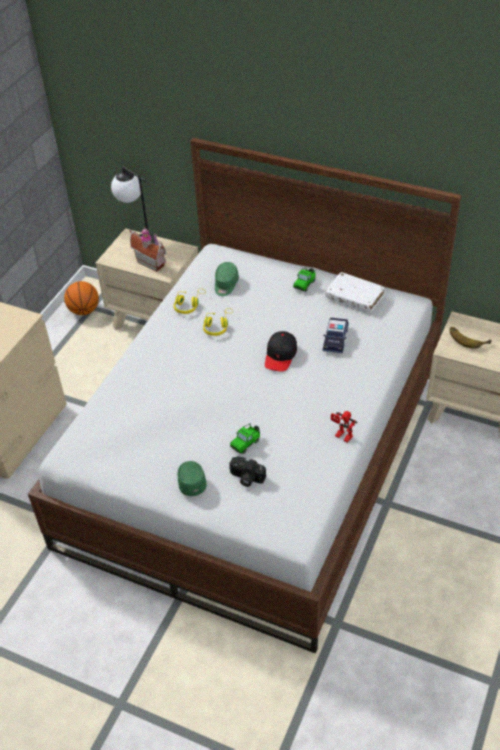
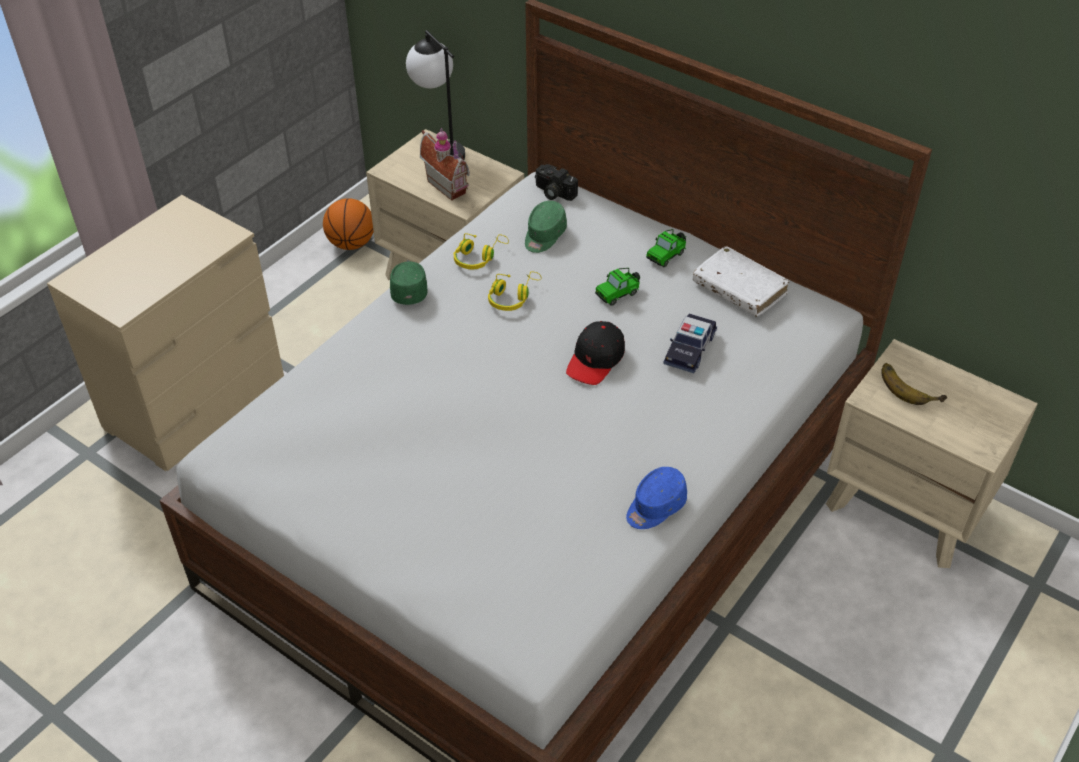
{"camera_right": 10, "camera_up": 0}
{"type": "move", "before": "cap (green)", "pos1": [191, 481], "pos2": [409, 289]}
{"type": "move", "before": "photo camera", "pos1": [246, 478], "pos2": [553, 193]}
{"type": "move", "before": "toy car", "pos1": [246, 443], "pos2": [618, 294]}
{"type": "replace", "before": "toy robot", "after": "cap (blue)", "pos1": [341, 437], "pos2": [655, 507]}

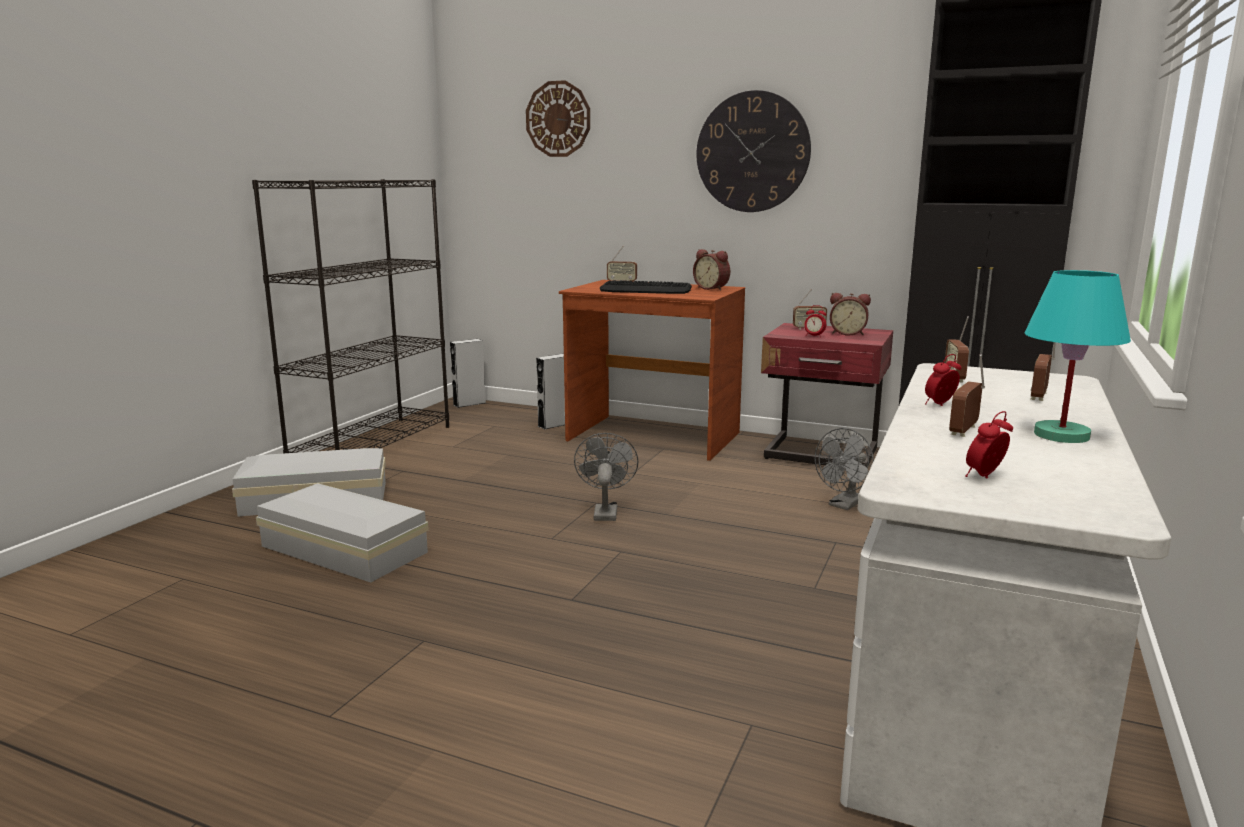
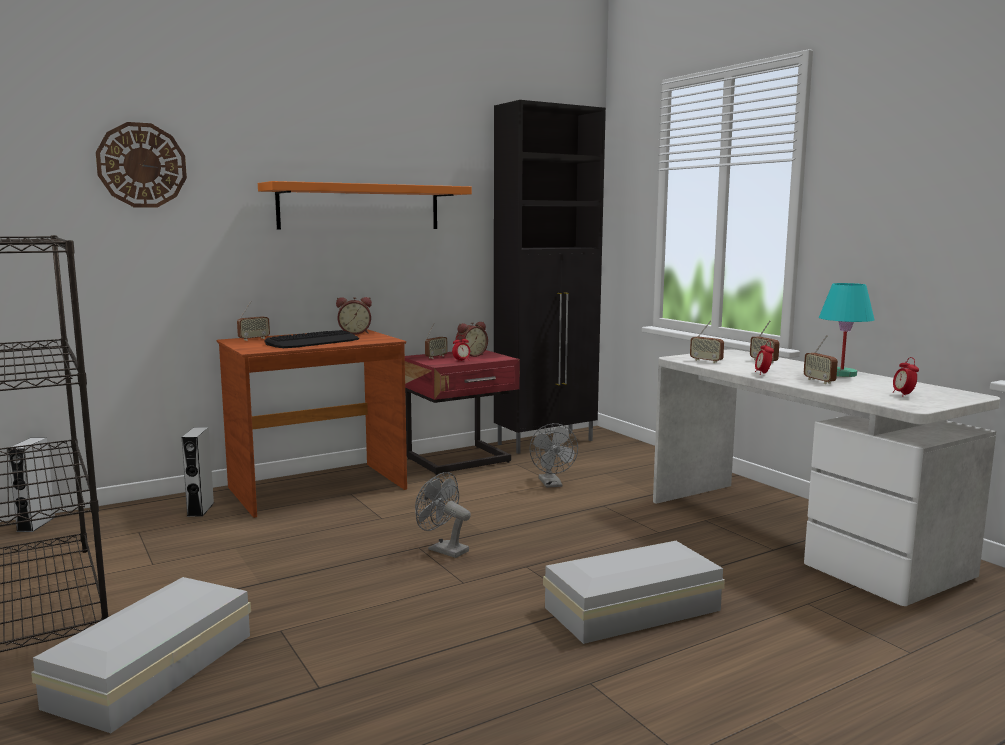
{"camera_right": -55, "camera_up": -5}
{"type": "replace", "before": "wall clock", "after": "shelf (orange)", "pos1": [752, 152], "pos2": [360, 207]}
{"type": "move", "before": "storage box (white)", "pos1": [344, 550], "pos2": [636, 609]}

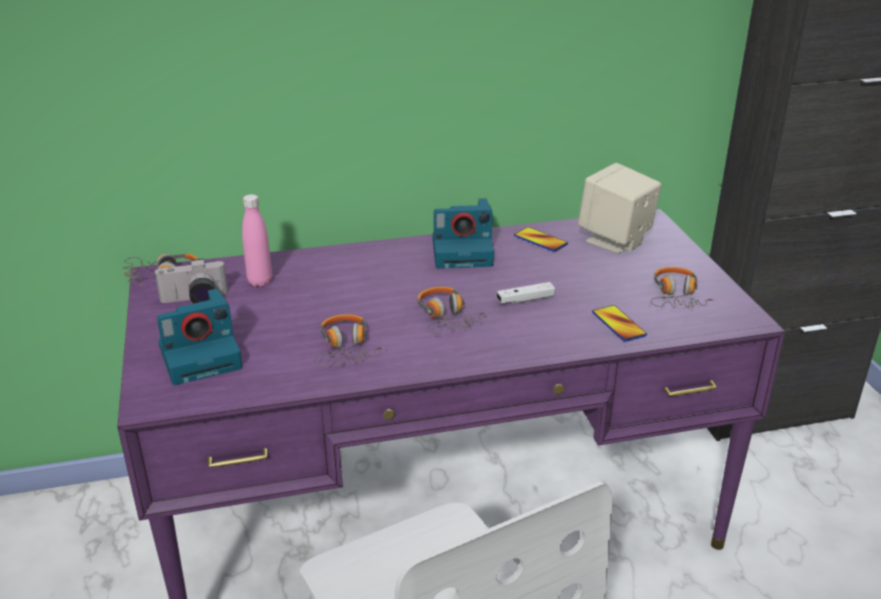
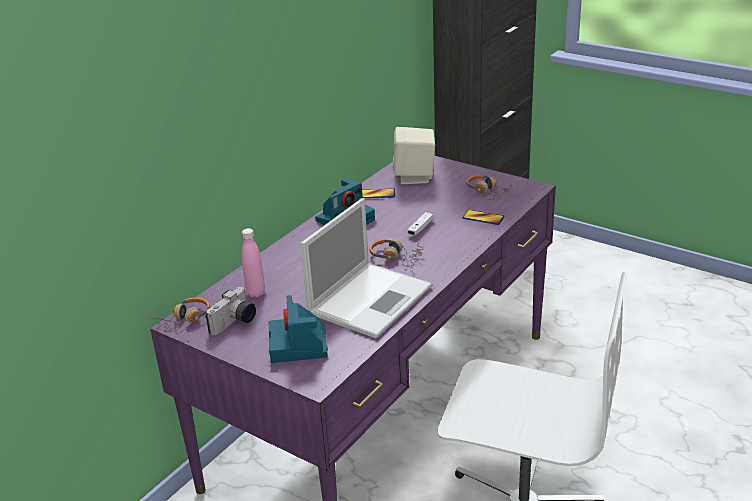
{"camera_right": -40, "camera_up": 0}
{"type": "rotate", "before": "photo camera", "pos1": [202, 356], "pos2": [299, 346], "turn": 150}
{"type": "replace", "before": "headphones", "after": "laptop", "pos1": [346, 348], "pos2": [371, 298]}

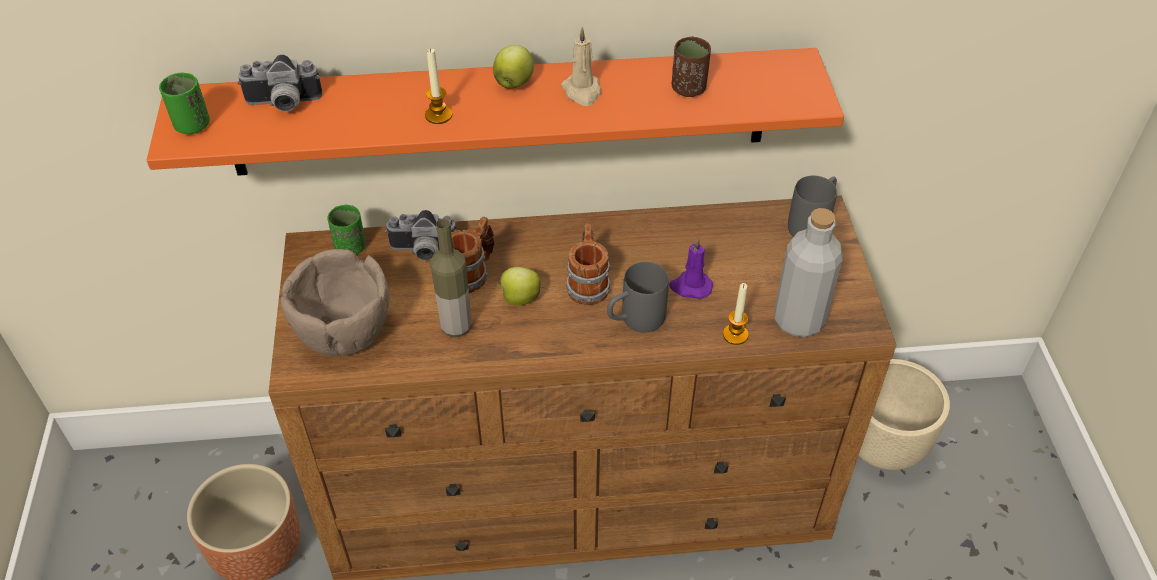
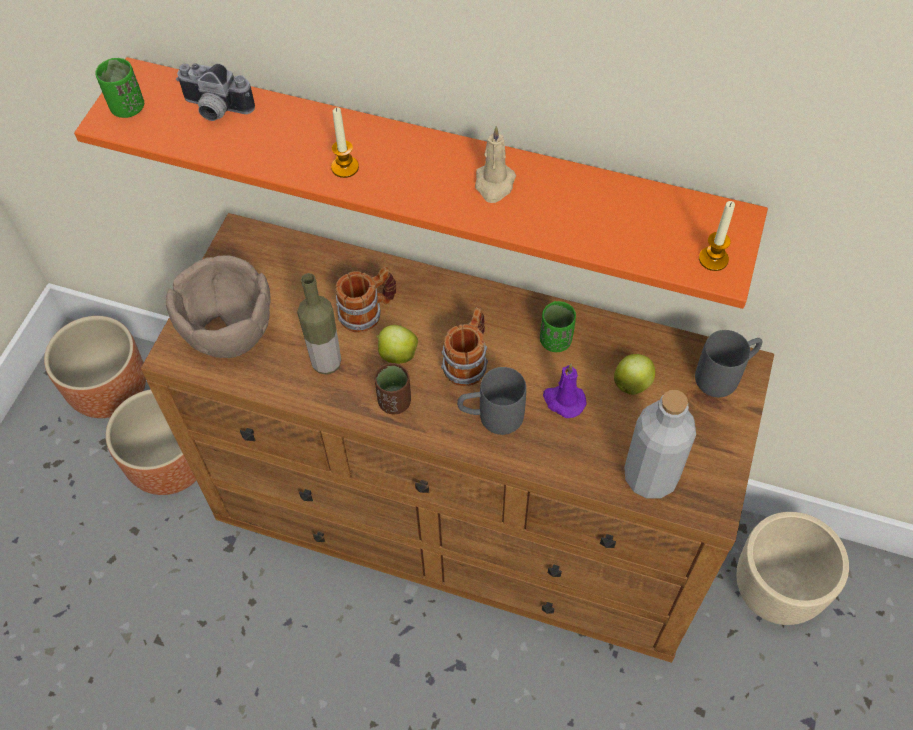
{"camera_right": 25, "camera_up": 10}
{"type": "insert", "after": "planter (brown)", "pos2": [110, 391]}
{"type": "move", "before": "cup (brown)", "pos1": [688, 89], "pos2": [394, 402]}
{"type": "move", "before": "cup (green)", "pos1": [350, 248], "pos2": [555, 341]}
{"type": "move", "before": "apple", "pos1": [514, 83], "pos2": [632, 383]}
{"type": "move", "before": "candle", "pos1": [735, 335], "pos2": [713, 259]}
{"type": "delete", "before": "photo camera", "pos1": [423, 251]}

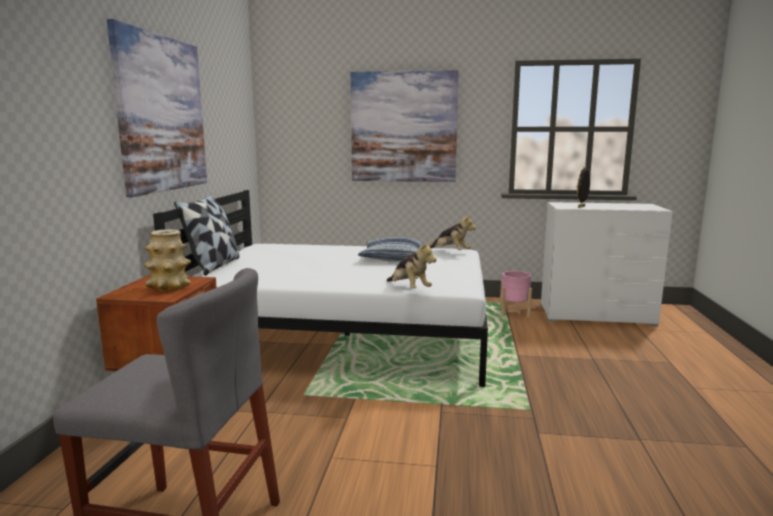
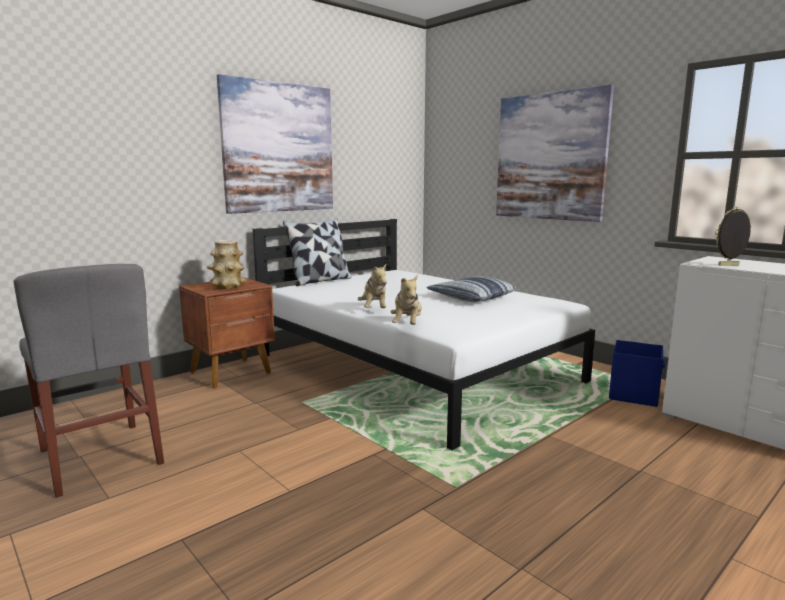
{"camera_right": 40, "camera_up": 0}
{"type": "move", "before": "plush toy", "pos1": [451, 252], "pos2": [374, 309]}
{"type": "replace", "before": "planter (pink)", "after": "storage box (blue)", "pos1": [514, 312], "pos2": [634, 394]}

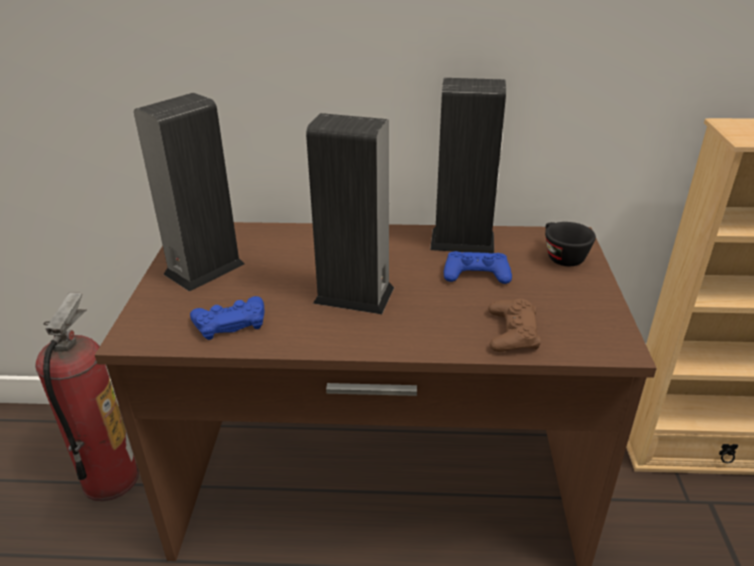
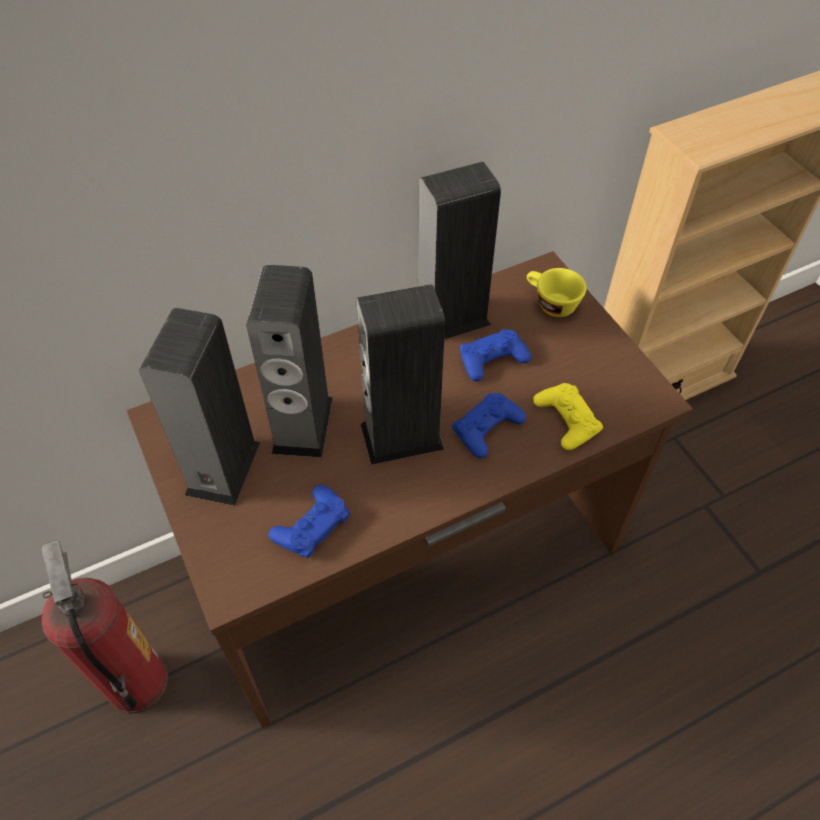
{"camera_right": -30, "camera_up": 20}
{"type": "insert", "after": "speaker", "pos2": [302, 425]}
{"type": "insert", "after": "game controller (blue)", "pos2": [487, 428]}
{"type": "recolor", "before": "cup (black)", "after": "cup (yellow)", "pos1": [561, 256], "pos2": [550, 303]}
{"type": "recolor", "before": "game controller (brown)", "after": "game controller (yellow)", "pos1": [512, 332], "pos2": [567, 420]}

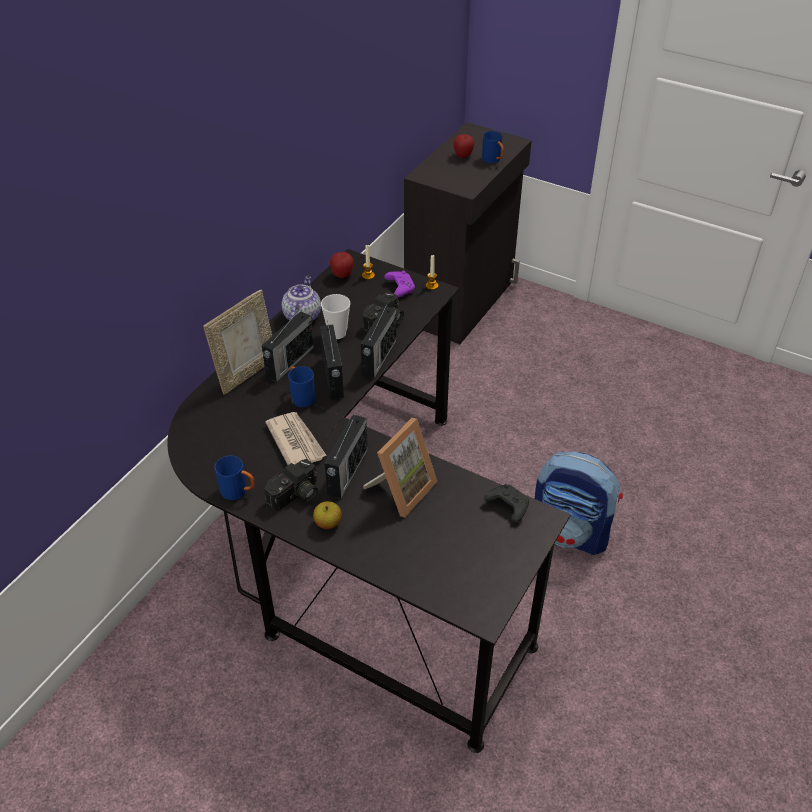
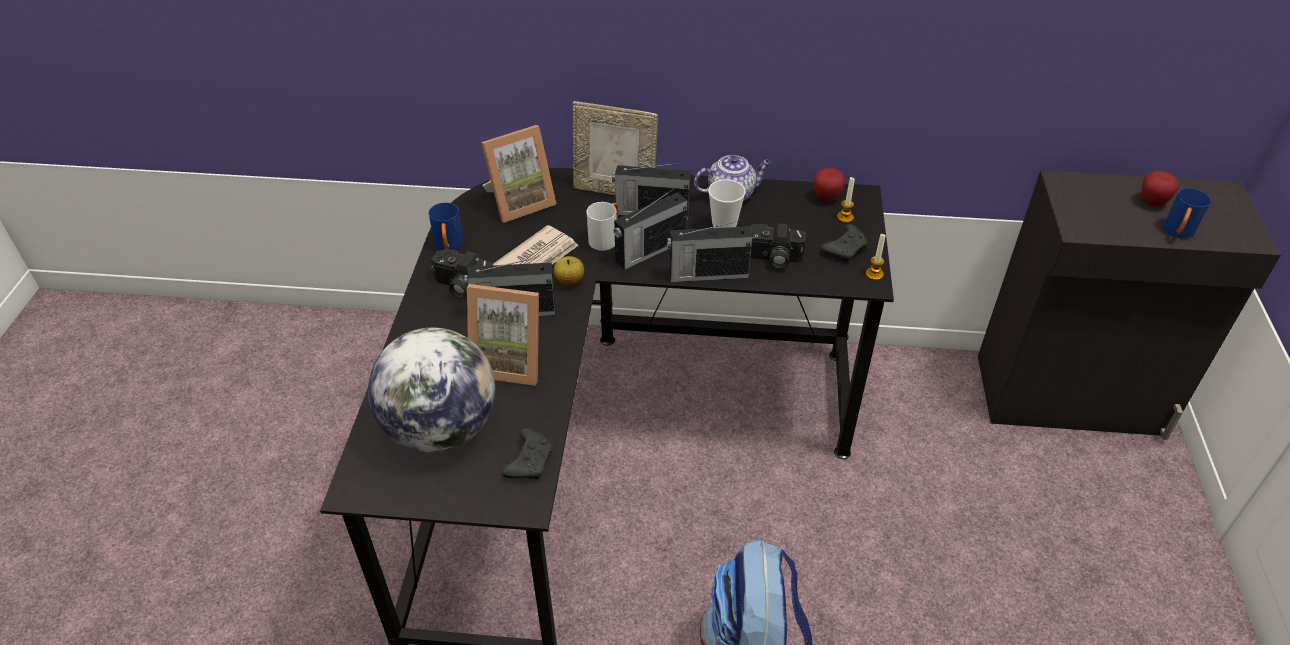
{"camera_right": 65, "camera_up": 0}
{"type": "insert", "after": "globe", "pos2": [441, 429]}
{"type": "insert", "after": "picture frame", "pos2": [519, 202]}
{"type": "move", "before": "apple", "pos1": [328, 523], "pos2": [569, 281]}
{"type": "recolor", "before": "mug (blue)", "after": "mug (white)", "pos1": [301, 396], "pos2": [606, 238]}
{"type": "recolor", "before": "game controller (purple)", "after": "game controller (black)", "pos1": [399, 288], "pos2": [845, 249]}

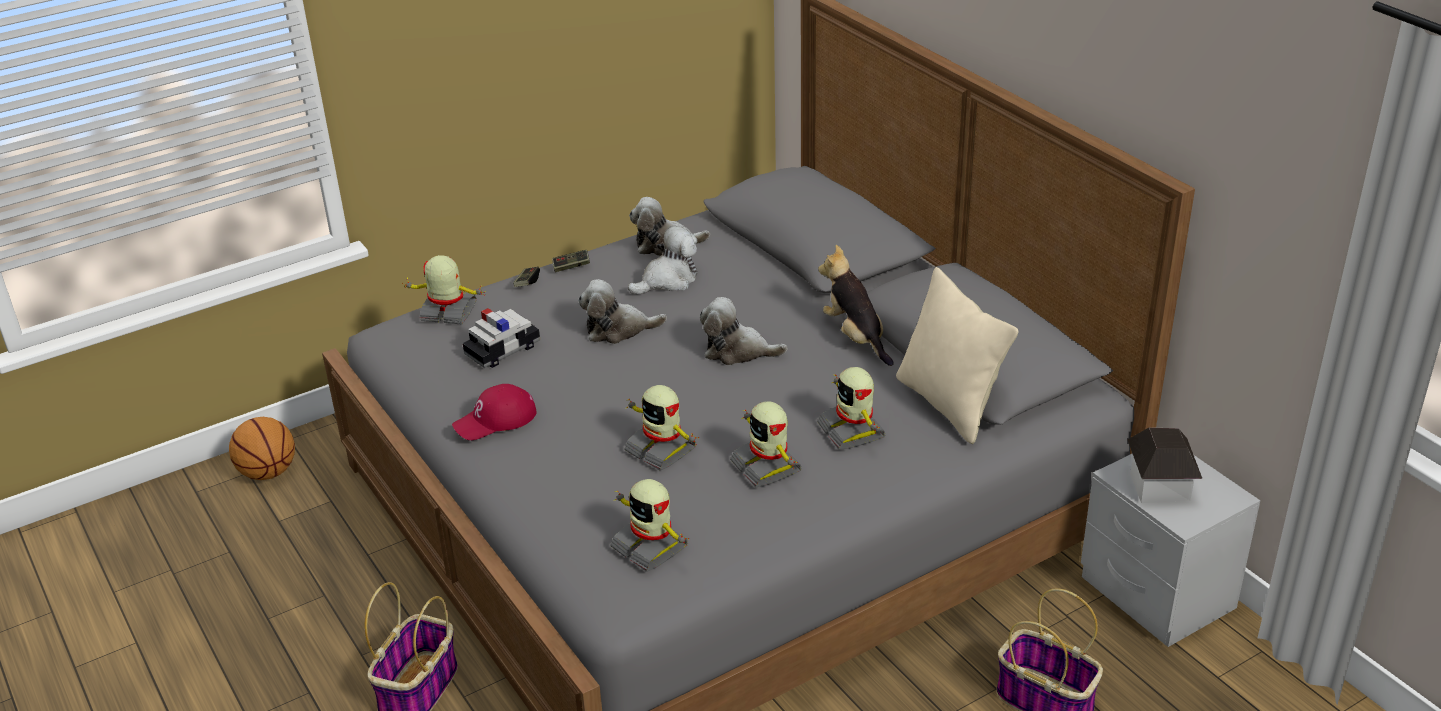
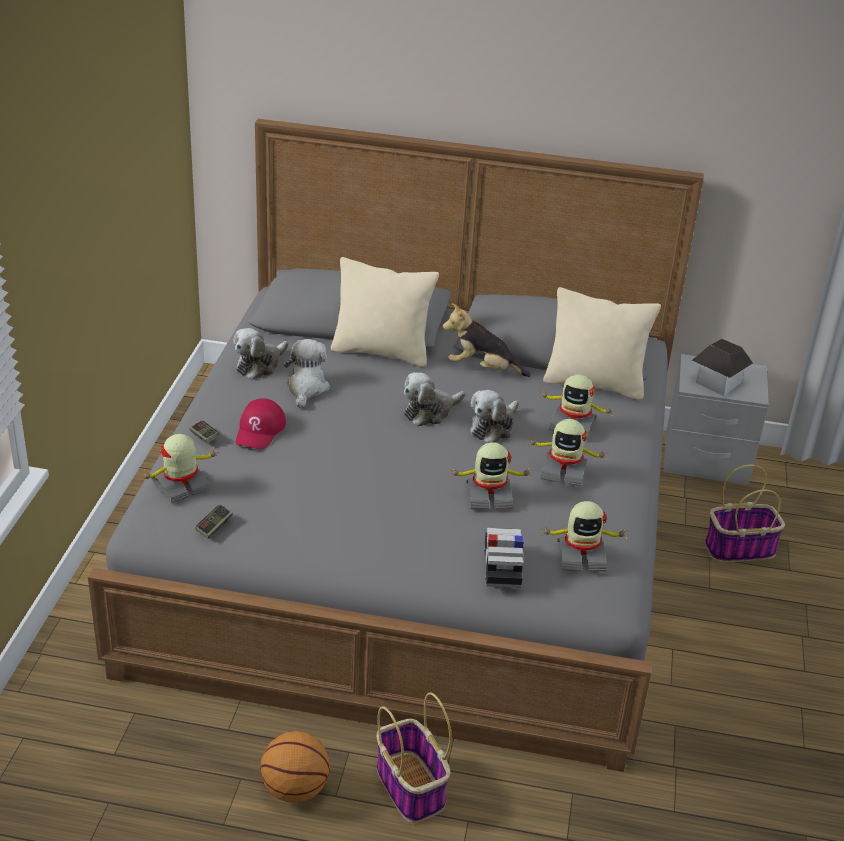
{"camera_right": -50, "camera_up": 0}
{"type": "move", "before": "game controller", "pos1": [571, 266], "pos2": [214, 526]}
{"type": "move", "before": "cap (red)", "pos1": [495, 420], "pos2": [260, 430]}
{"type": "move", "before": "basketball", "pos1": [269, 473], "pos2": [296, 789]}
{"type": "insert", "after": "pillow (beige)", "pos2": [382, 352]}
{"type": "move", "before": "plush toy", "pos1": [618, 329], "pos2": [493, 427]}
{"type": "move", "before": "toy car", "pos1": [503, 350], "pos2": [502, 567]}

